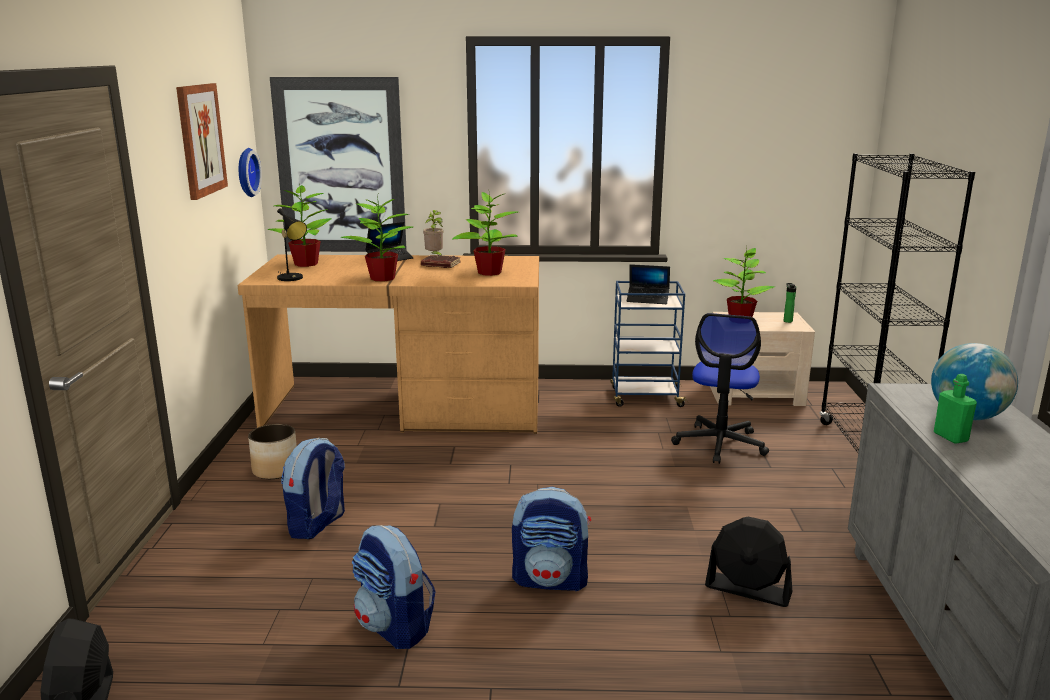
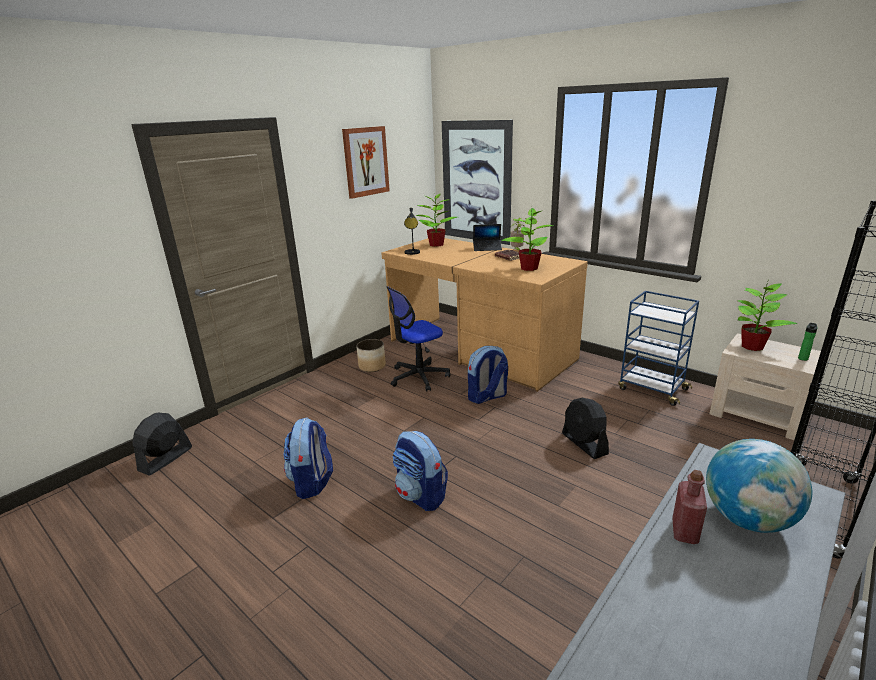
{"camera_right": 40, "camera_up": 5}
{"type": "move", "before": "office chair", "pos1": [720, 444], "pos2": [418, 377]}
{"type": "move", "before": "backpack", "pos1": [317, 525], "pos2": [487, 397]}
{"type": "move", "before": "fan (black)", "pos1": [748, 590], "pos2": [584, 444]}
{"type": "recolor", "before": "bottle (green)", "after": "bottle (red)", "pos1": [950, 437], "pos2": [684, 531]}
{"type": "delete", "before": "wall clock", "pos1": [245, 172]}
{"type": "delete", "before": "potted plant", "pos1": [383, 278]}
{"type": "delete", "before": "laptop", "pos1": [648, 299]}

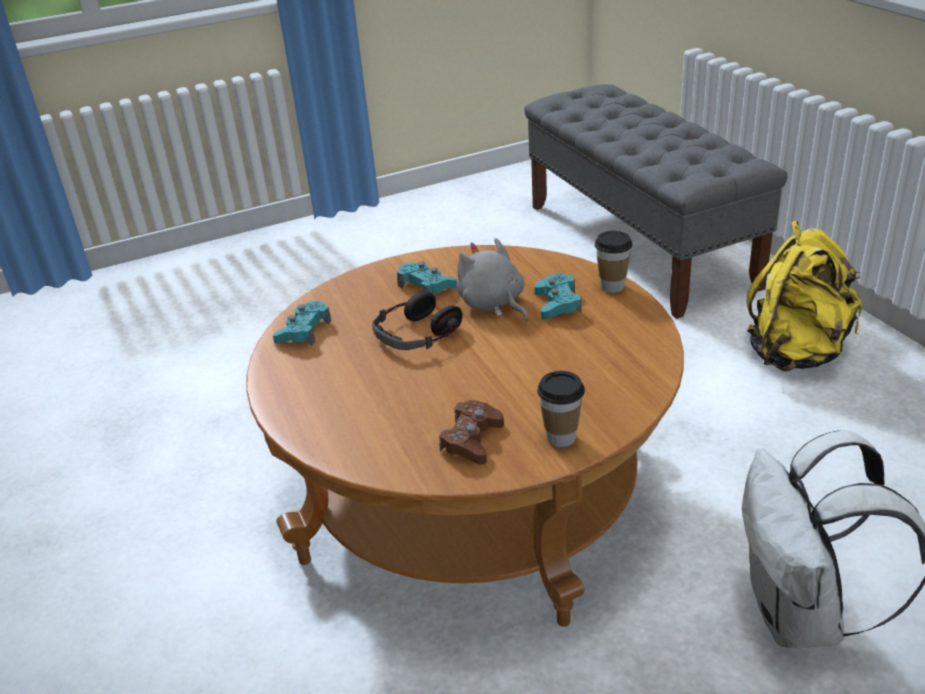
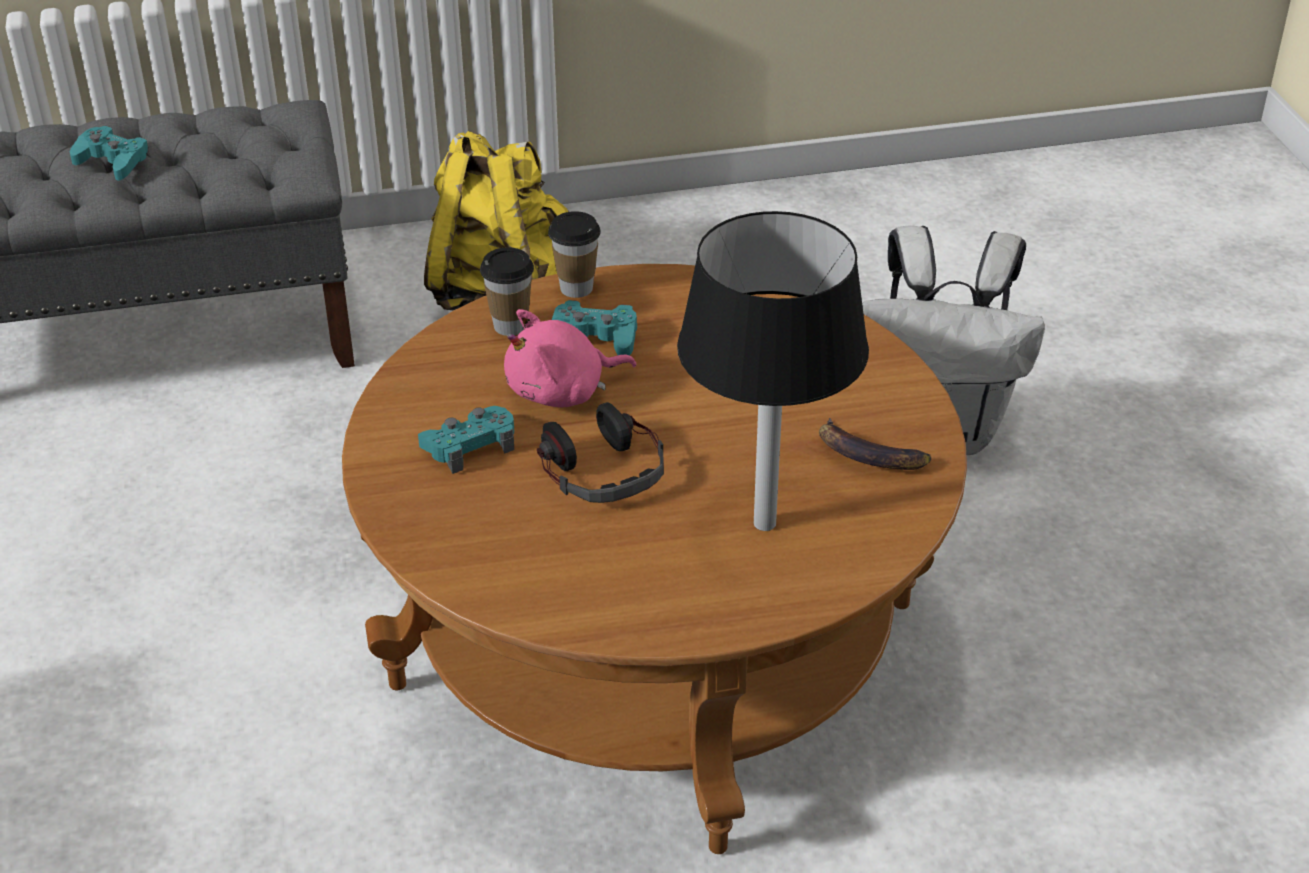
{"camera_right": -80, "camera_up": 5}
{"type": "move", "before": "game controller (turquoise)", "pos1": [303, 331], "pos2": [112, 161]}
{"type": "move", "before": "cup", "pos1": [561, 437], "pos2": [510, 326]}
{"type": "recolor", "before": "plush toy (grey)", "after": "plush toy (pink)", "pos1": [493, 304], "pos2": [562, 392]}
{"type": "insert", "after": "table lamp (black)", "pos2": [764, 523]}
{"type": "replace", "before": "game controller (brown)", "after": "banana", "pos1": [472, 440], "pos2": [867, 455]}

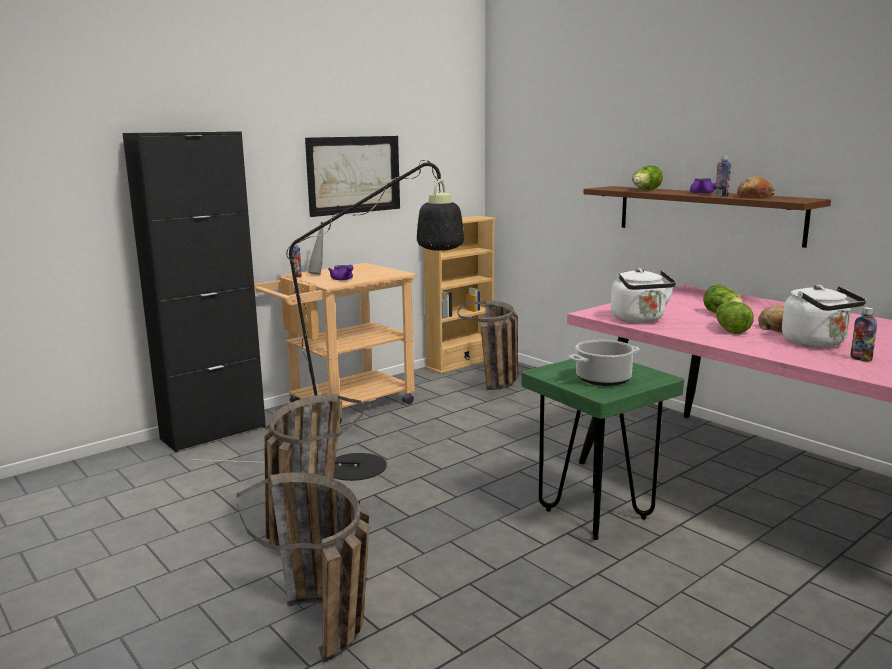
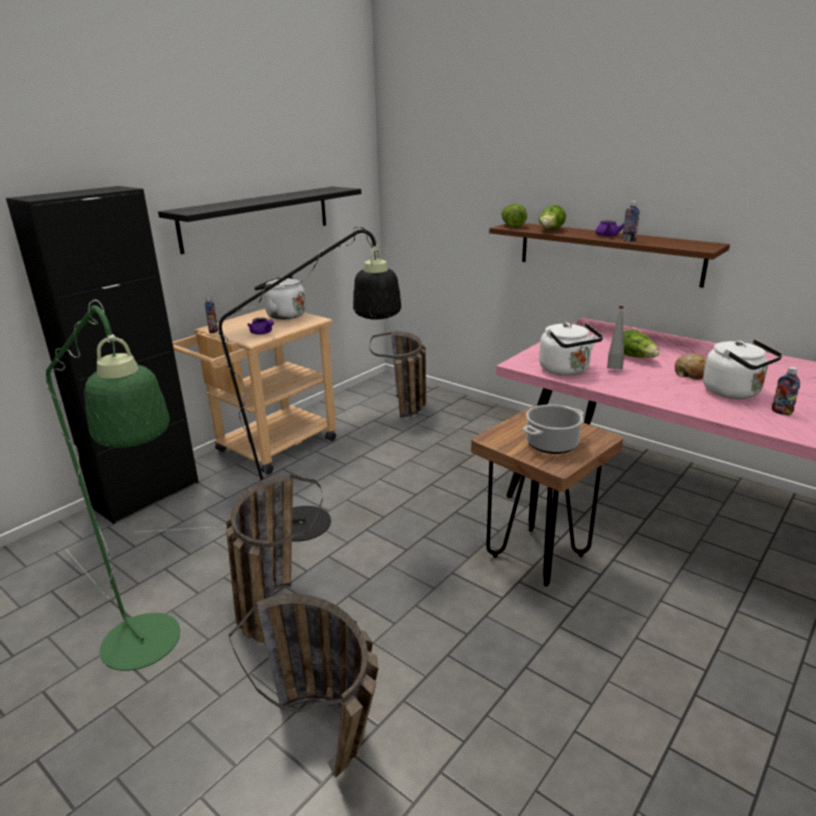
{"camera_right": -10, "camera_up": 10}
{"type": "insert", "after": "floor lamp (green)", "pos2": [150, 651]}
{"type": "replace", "before": "picture", "after": "shelf (black)", "pos1": [353, 175], "pos2": [257, 218]}
{"type": "insert", "after": "kettle (white)", "pos2": [283, 315]}
{"type": "recolor", "before": "stool (green)", "after": "stool (brown)", "pos1": [594, 514], "pos2": [537, 556]}
{"type": "move", "before": "lettuce", "pos1": [730, 329], "pos2": [511, 225]}
{"type": "move", "before": "bottle (grey)", "pos1": [318, 274], "pos2": [614, 368]}
{"type": "delete", "before": "bookcase (beige)", "pos1": [460, 363]}
{"type": "delete", "before": "bread", "pos1": [754, 197]}

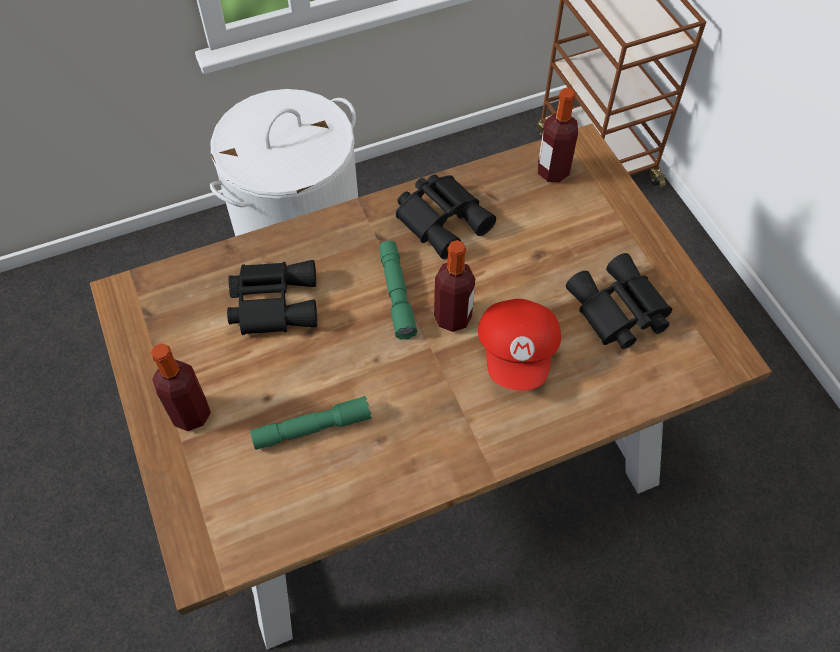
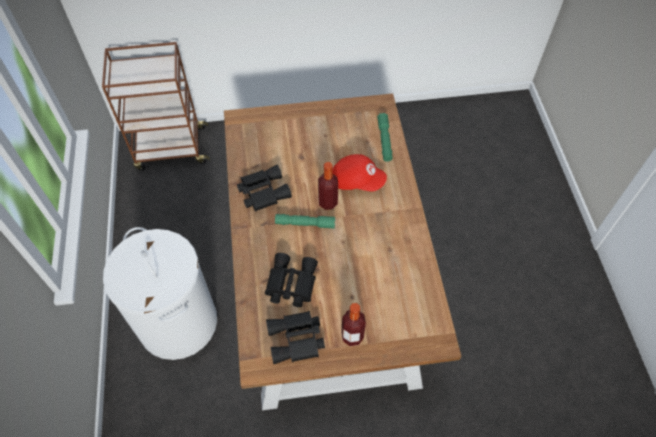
{"camera_right": -75, "camera_up": 0}
{"type": "move", "before": "binoculars (black)", "pos1": [617, 311], "pos2": [297, 340]}
{"type": "move", "before": "flashlight (green)", "pos1": [312, 428], "pos2": [384, 140]}
{"type": "delete", "before": "bottle", "pos1": [552, 172]}

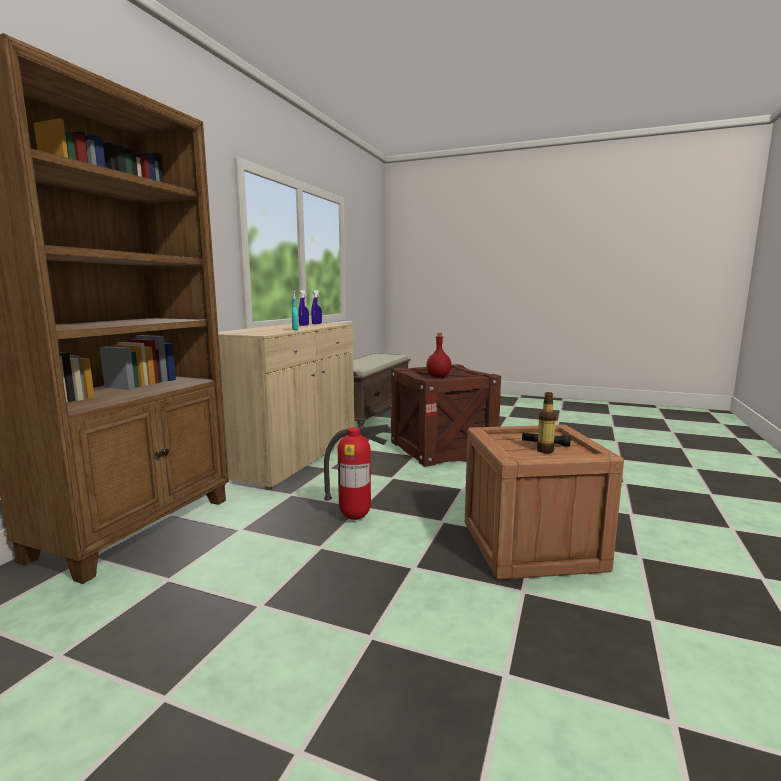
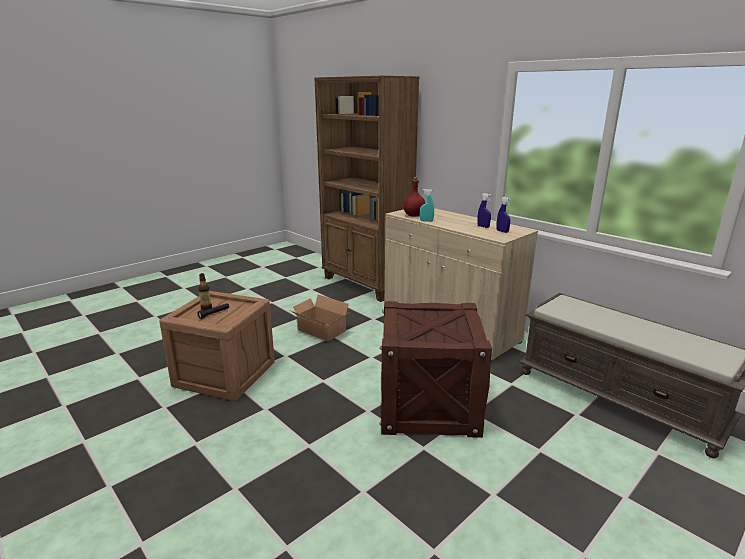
{"camera_right": 115, "camera_up": 10}
{"type": "replace", "before": "fire extinguisher", "after": "cardboard box", "pos1": [355, 517], "pos2": [321, 331]}
{"type": "move", "before": "bottle (red)", "pos1": [438, 377], "pos2": [414, 215]}

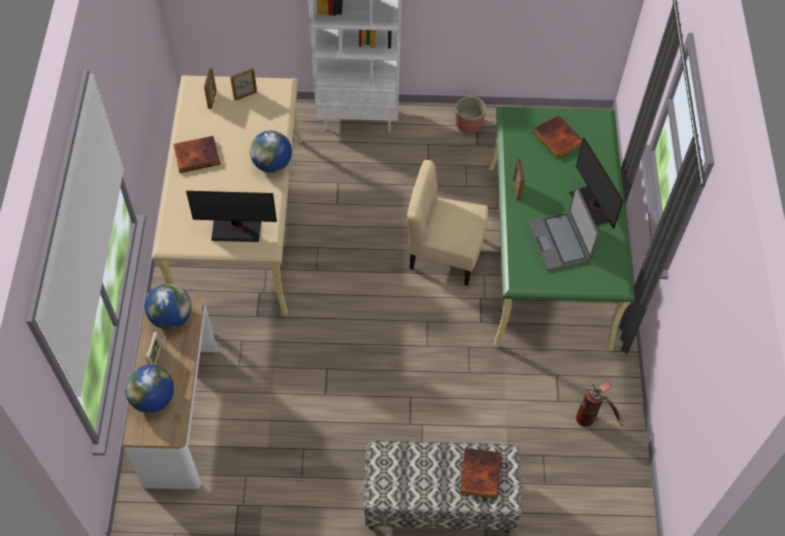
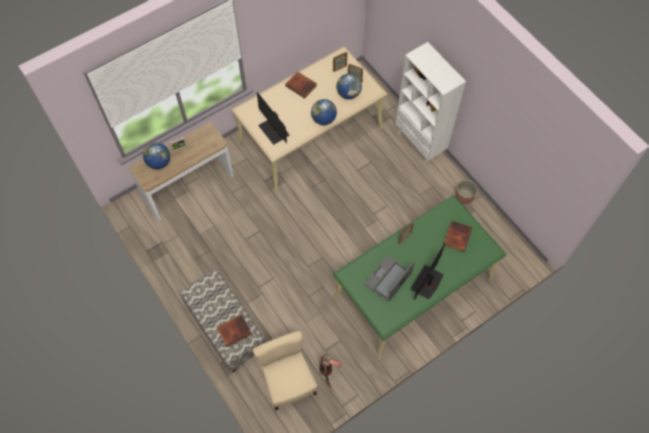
{"camera_right": 55, "camera_up": 5}
{"type": "move", "before": "chair (beige)", "pos1": [444, 254], "pos2": [288, 382]}
{"type": "move", "before": "globe", "pos1": [171, 317], "pos2": [348, 94]}

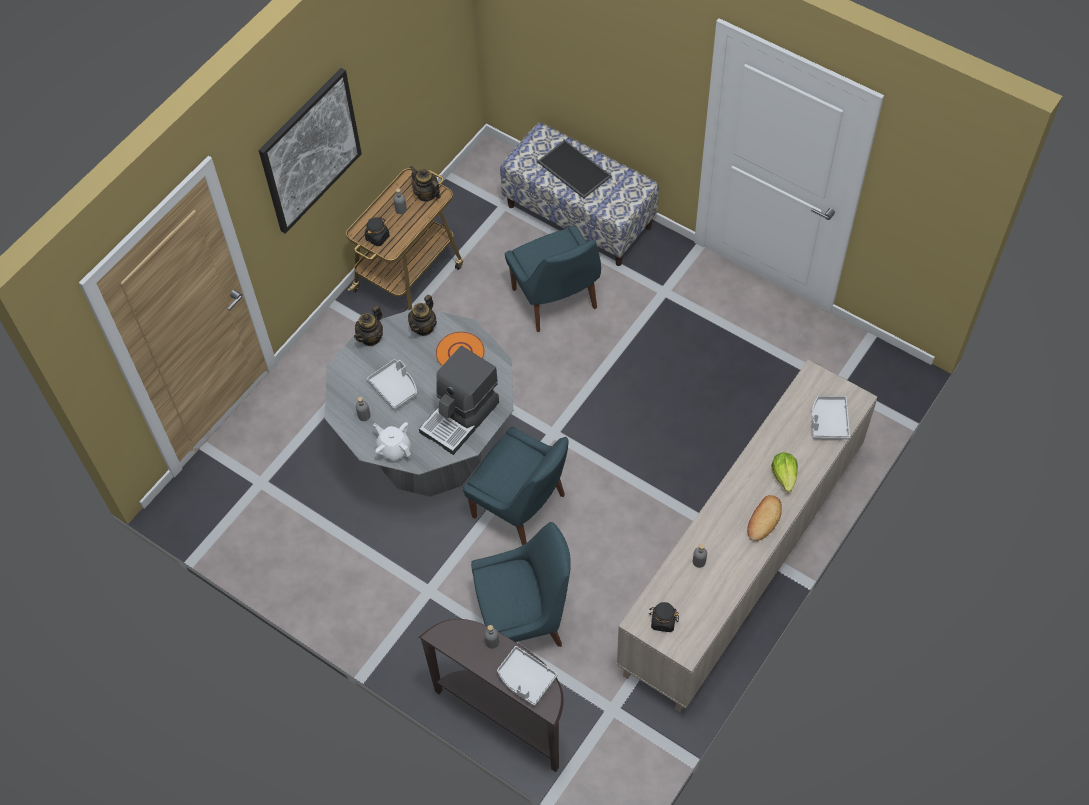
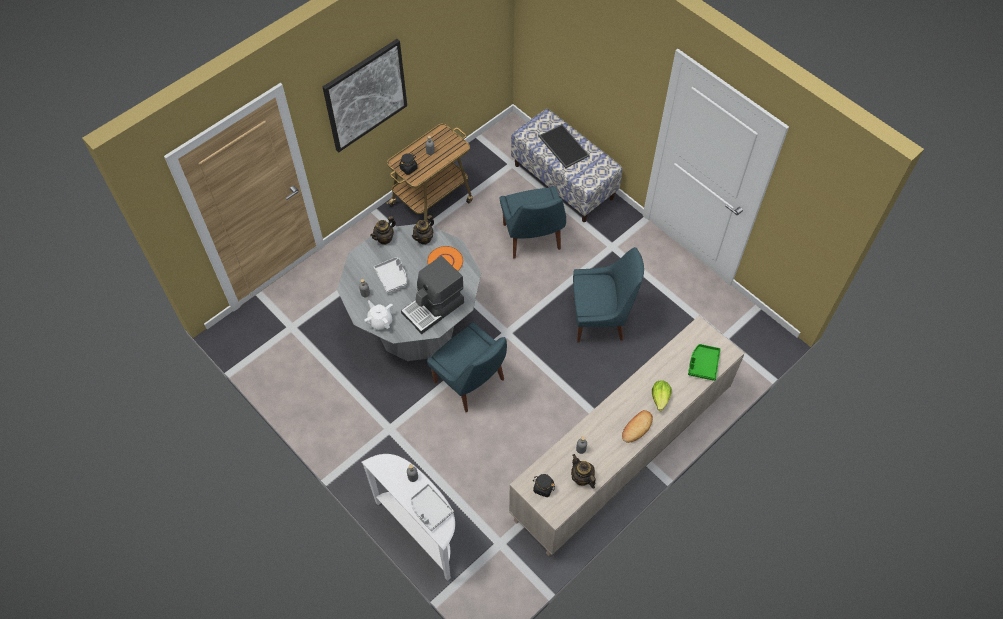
{"camera_right": 10, "camera_up": 0}
{"type": "recolor", "before": "console table (brown)", "after": "console table (white)", "pos1": [505, 715], "pos2": [421, 531]}
{"type": "move", "before": "teapot", "pos1": [426, 194], "pos2": [582, 478]}
{"type": "move", "before": "chair (blue)", "pos1": [524, 619], "pos2": [600, 319]}
{"type": "recolor", "before": "tray (grey)", "after": "tray (green)", "pos1": [828, 422], "pos2": [703, 364]}

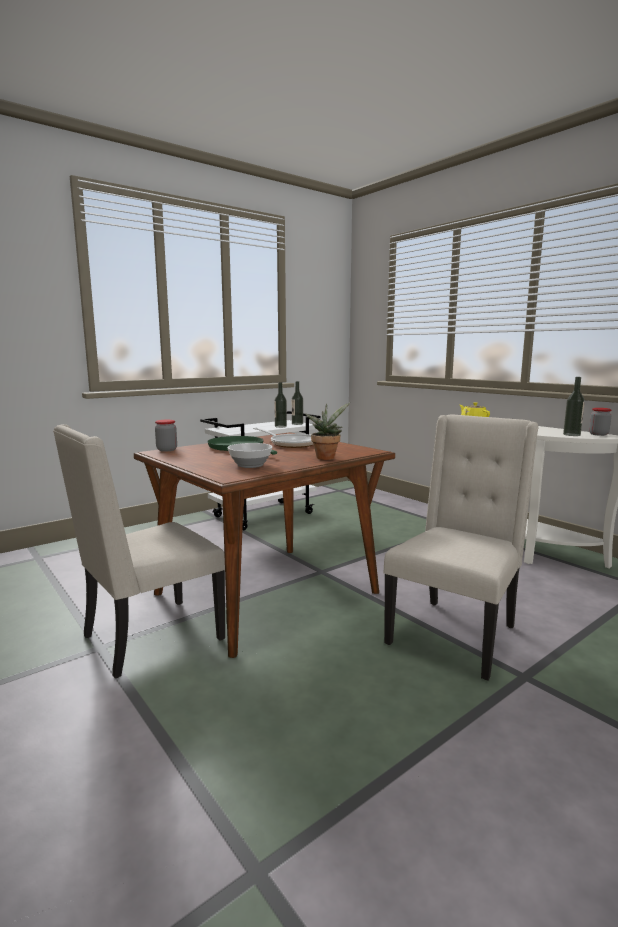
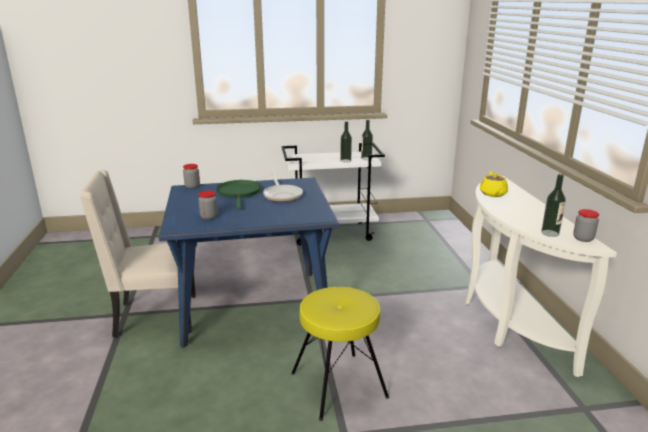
{"camera_right": 30, "camera_up": 10}
{"type": "recolor", "before": "dining table (brown)", "after": "dining table (blue)", "pos1": [267, 593], "pos2": [254, 306]}
{"type": "replace", "before": "bowl", "after": "jar", "pos1": [249, 465], "pos2": [209, 217]}
{"type": "replace", "before": "chair (beige)", "after": "stool (yellow)", "pos1": [454, 634], "pos2": [339, 385]}
{"type": "delete", "before": "potted plant", "pos1": [326, 457]}

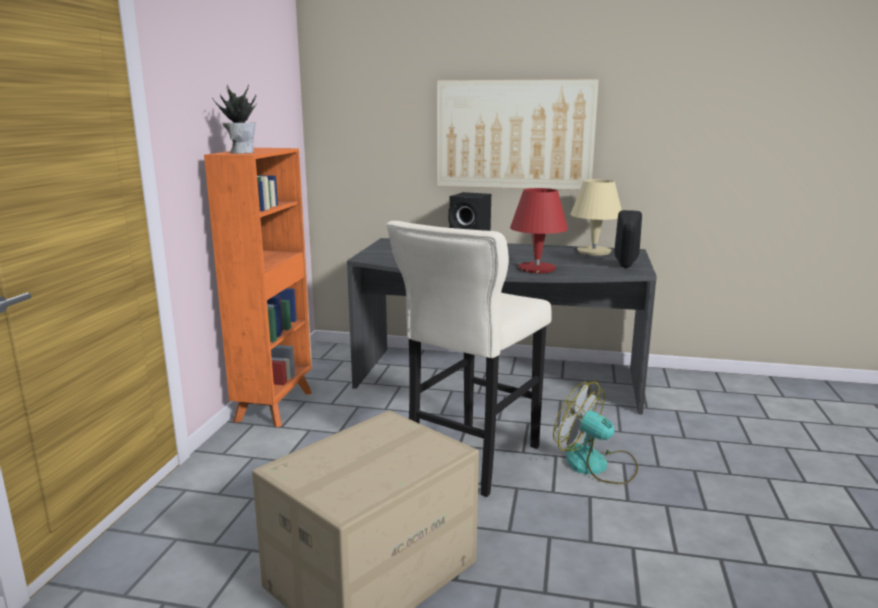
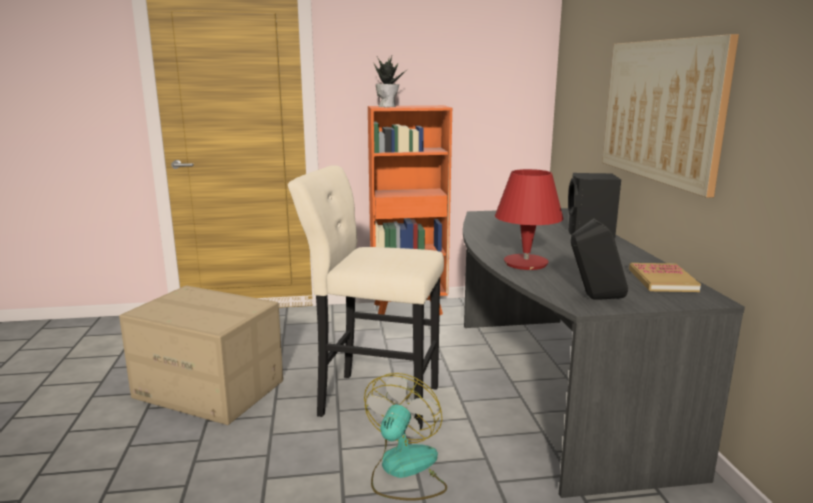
{"camera_right": 70, "camera_up": 0}
{"type": "replace", "before": "table lamp (beige)", "after": "book", "pos1": [593, 251], "pos2": [662, 280]}

